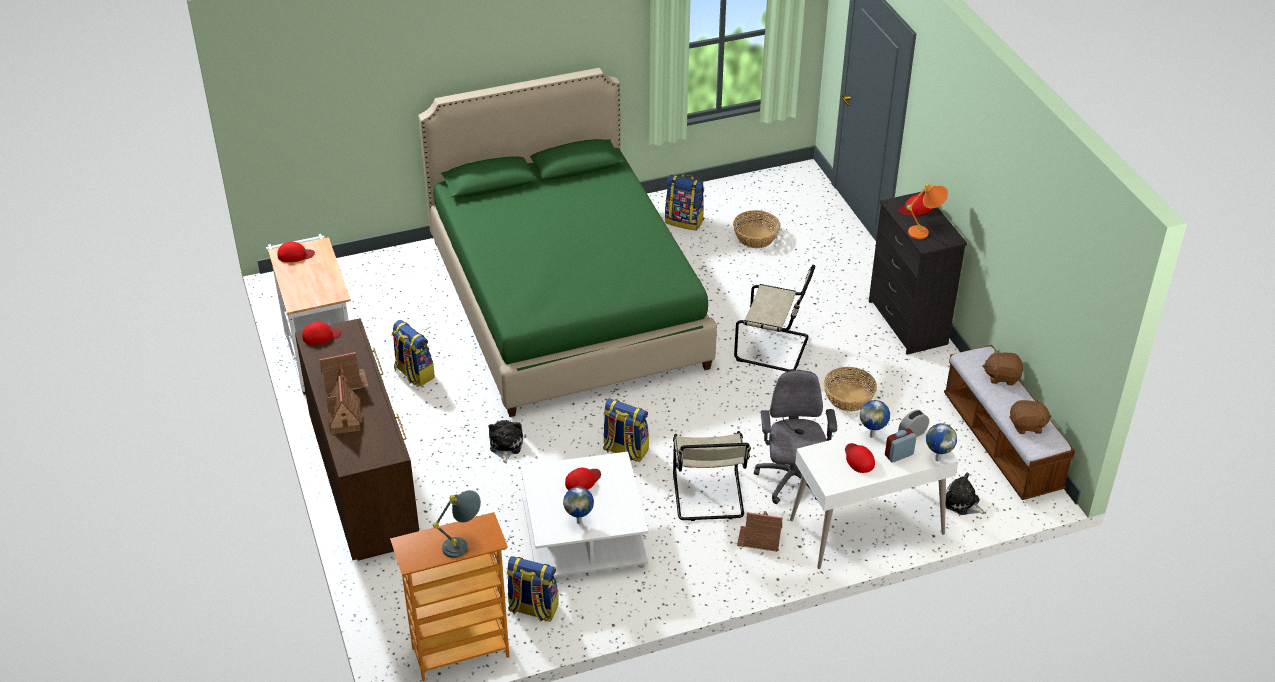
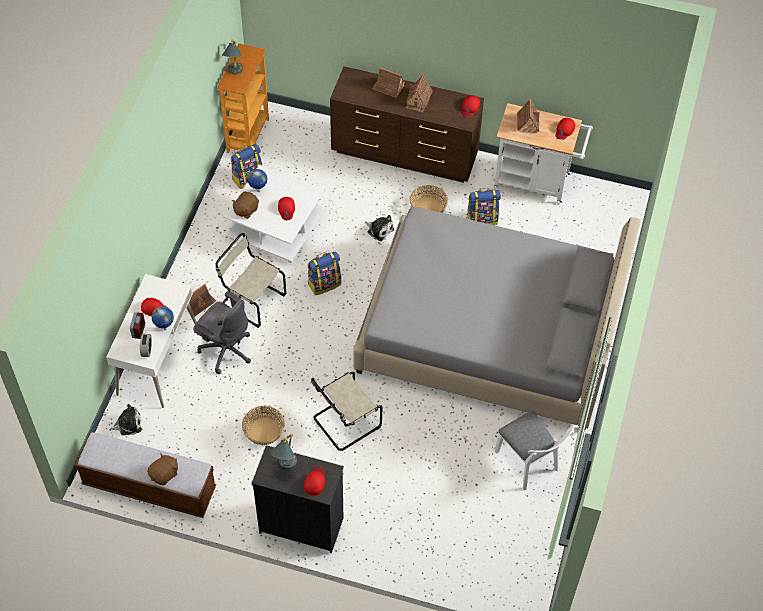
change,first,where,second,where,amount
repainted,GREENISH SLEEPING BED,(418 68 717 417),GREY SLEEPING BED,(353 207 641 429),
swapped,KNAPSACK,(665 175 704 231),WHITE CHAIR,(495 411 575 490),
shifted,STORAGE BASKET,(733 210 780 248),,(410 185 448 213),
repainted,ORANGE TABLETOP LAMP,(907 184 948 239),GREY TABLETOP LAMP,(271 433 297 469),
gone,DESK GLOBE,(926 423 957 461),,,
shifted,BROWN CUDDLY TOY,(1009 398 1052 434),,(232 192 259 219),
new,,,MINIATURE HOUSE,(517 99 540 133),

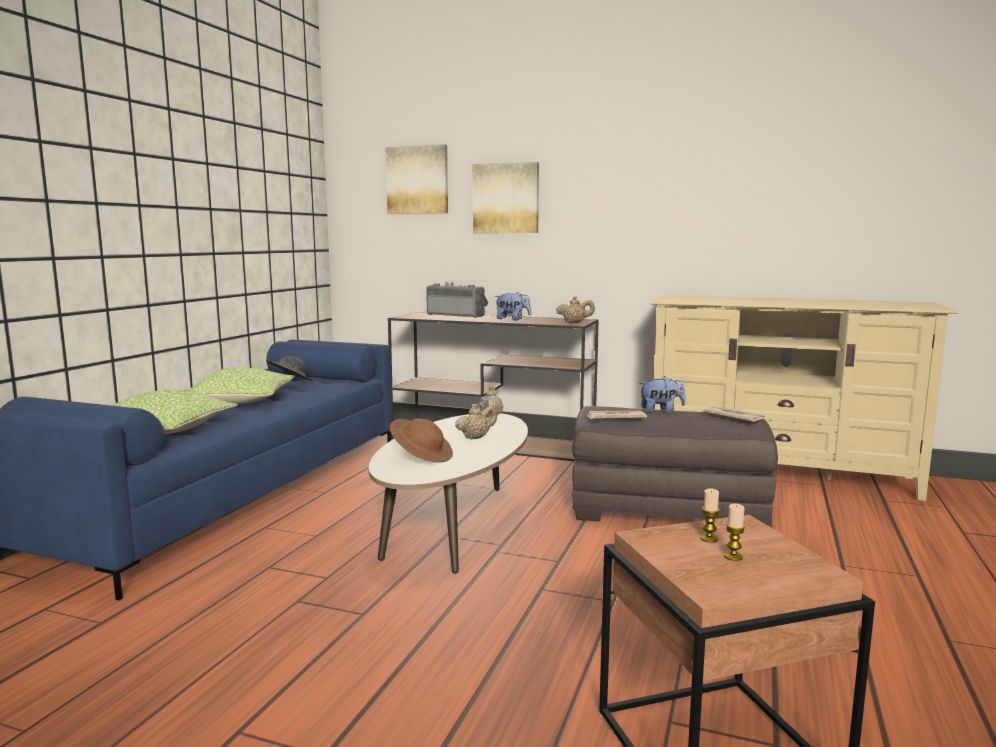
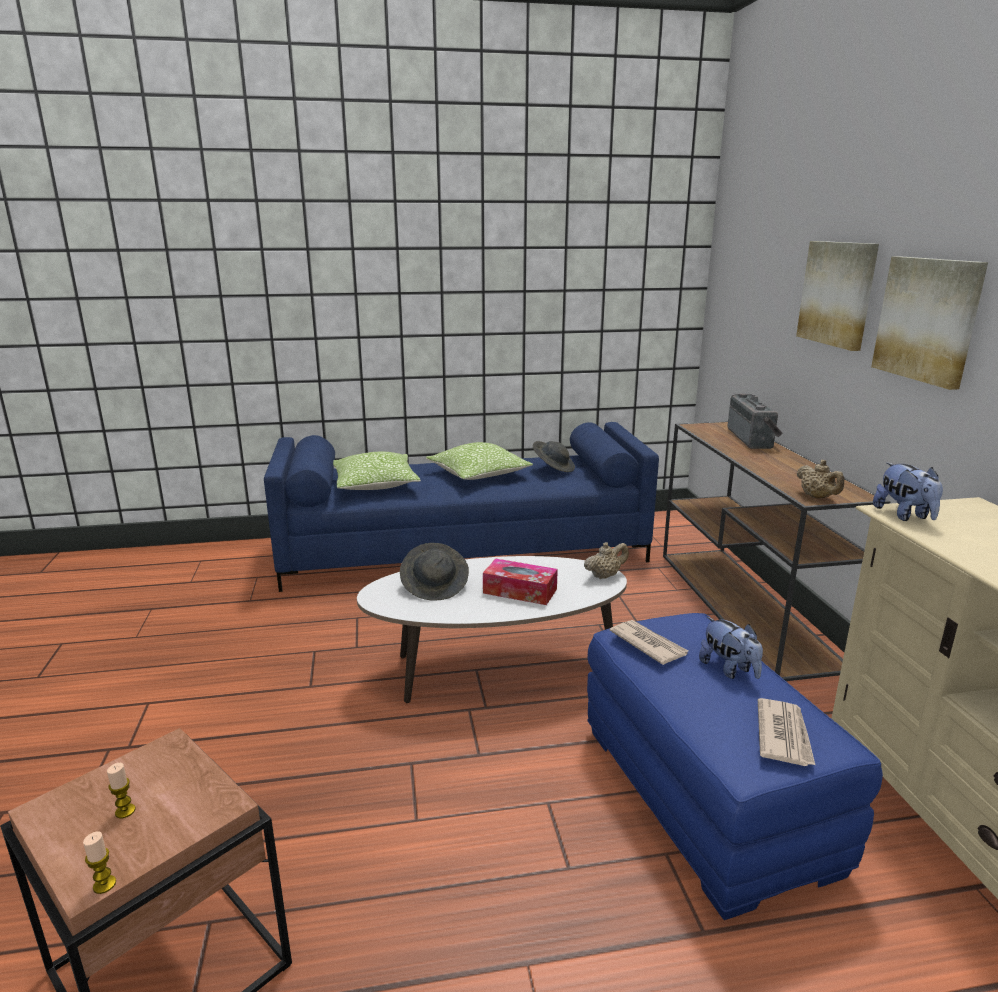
change,first,where,second,where,amount
shifted,WALL PICTURE,(385 144 448 214),,(871 256 988 390),
repainted,BROWN CLOTHING HAT,(390 419 453 463),GREY CLOTHING HAT,(400 543 469 601),
swapped,SAND-COLOURED POT FOR TEA,(455 404 497 440),TISSUE HOLDER,(483 559 558 605),
shifted,CUDDLY TOY,(495 292 531 320),,(873 463 943 521),
repainted,GREY POUFFE,(572 406 778 525),BLUE-COLOURED POUFFE,(587 613 883 920),
shifted,CANDLE,(700 488 720 543),,(83 831 116 894),

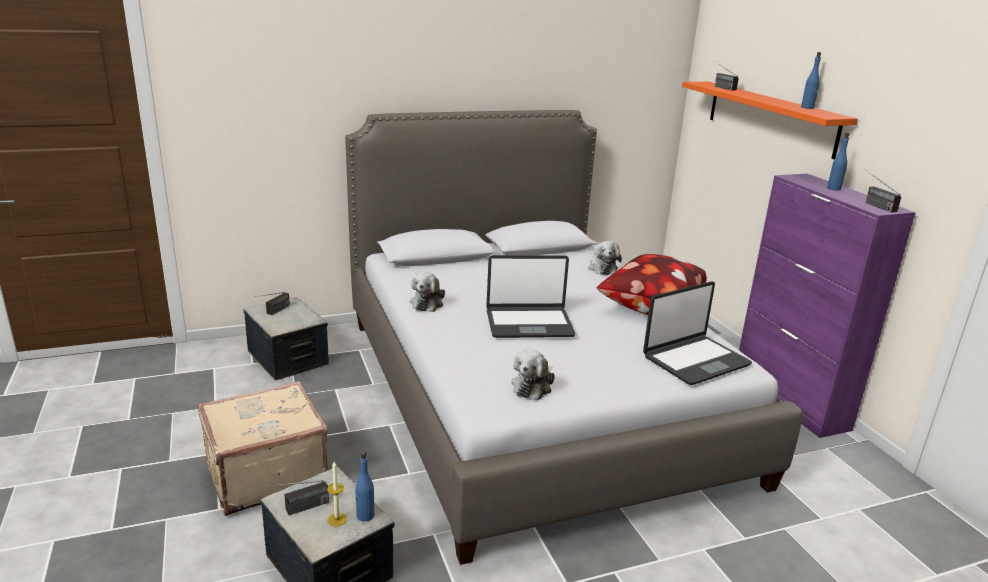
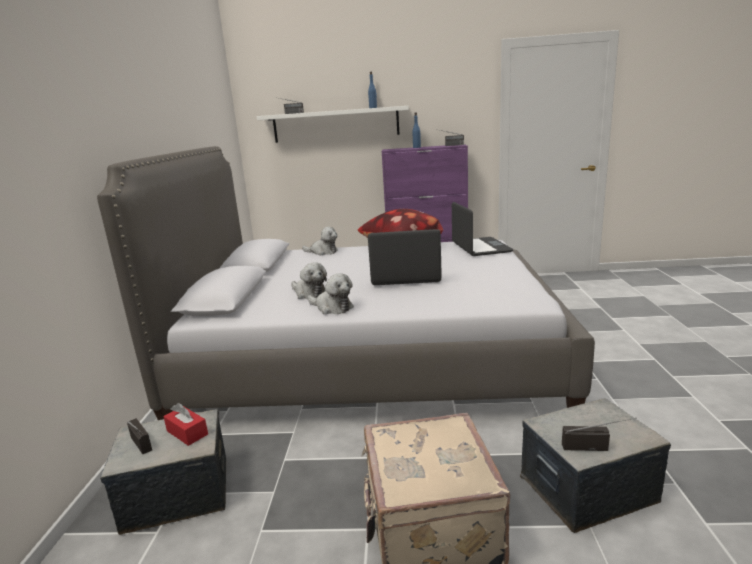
change,first,where,second,where,amount
rotated,RADIO RECEIVER,(260 480 329 515),,(562 418 637 451),75 degrees counterclockwise
gone,CANDLE,(327 461 347 527),,,
gone,BLUE-COLOURED DRINK BOTTLE,(355 451 375 521),,,
rotated,PORTABLE COMPUTER,(486 255 575 338),,(368 229 442 285),105 degrees counterclockwise
shifted,CUDDLY TOY,(511 350 555 400),,(291 262 327 299),
repainted,ORANGE BRACKET SHELF,(682 82 858 159),WHITE BRACKET SHELF,(257 106 409 143),
new,,,RED-COLOURED TISSUE HOLDER,(163 403 208 446),

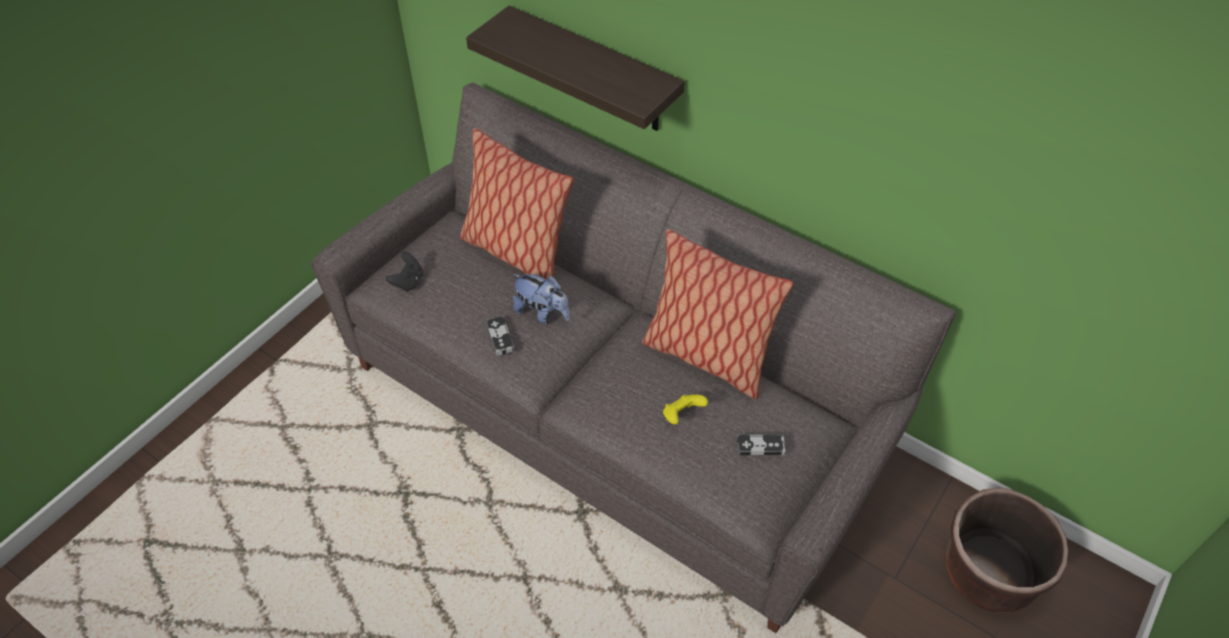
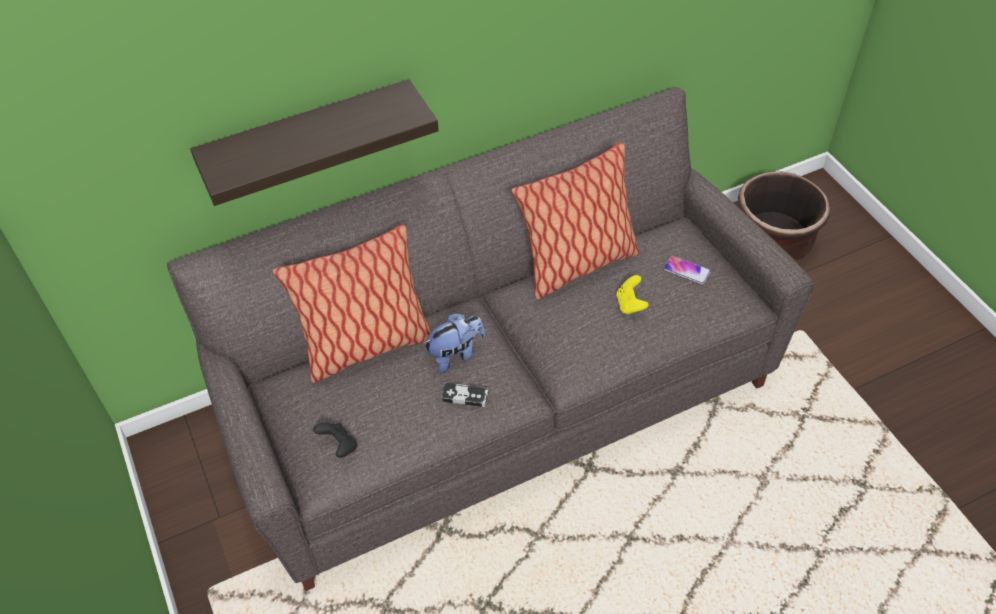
change,first,where,second,where,amount
swapped,JOYPAD,(737 434 786 456),HANDSET,(663 256 711 284),

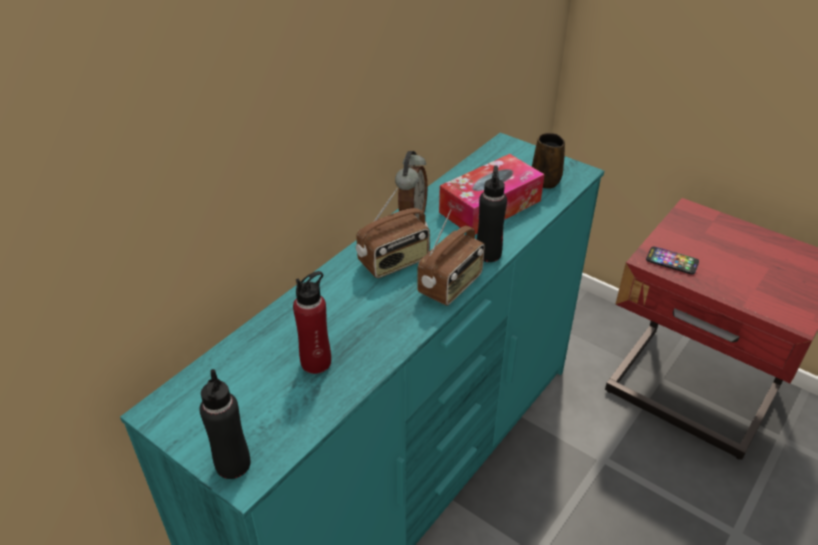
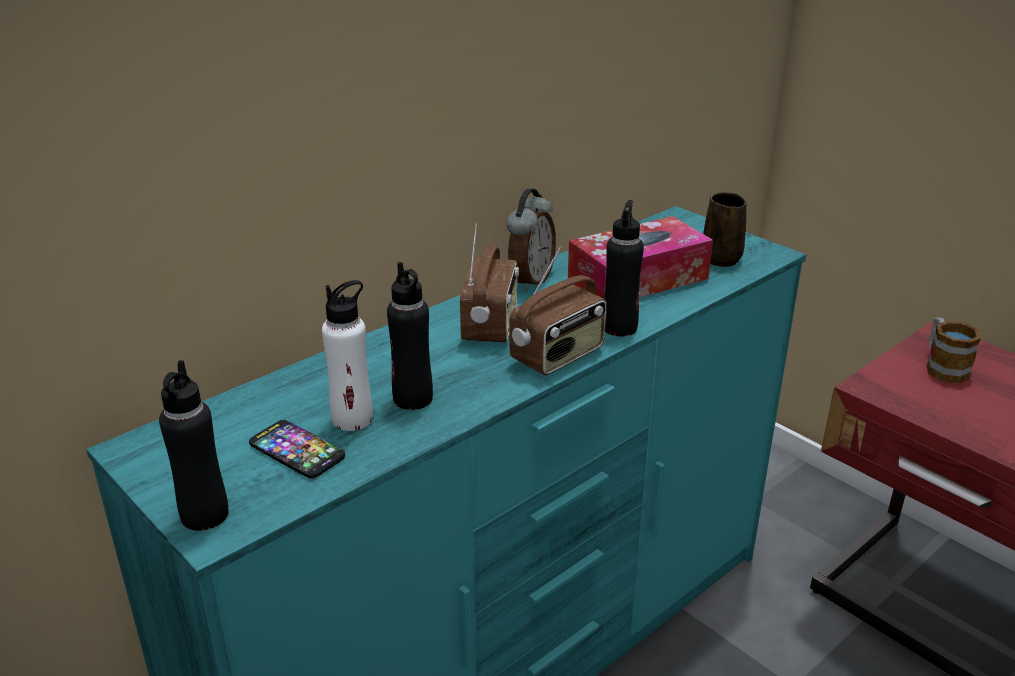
change,first,where,second,where,amount
repainted,RED-COLOURED DRINK BOTTLE,(293 271 331 374),WHITE DRINK BOTTLE,(322 280 373 431),
rotated,RADIO RECEIVER,(356 188 430 278),,(460 222 519 342),60 degrees counterclockwise
shifted,HANDSET,(646 246 699 275),,(249 420 345 479),
new,,,BLACKISH DRINK BOTTLE,(387 262 433 410),
new,,,TEA MUG,(926 317 981 383),

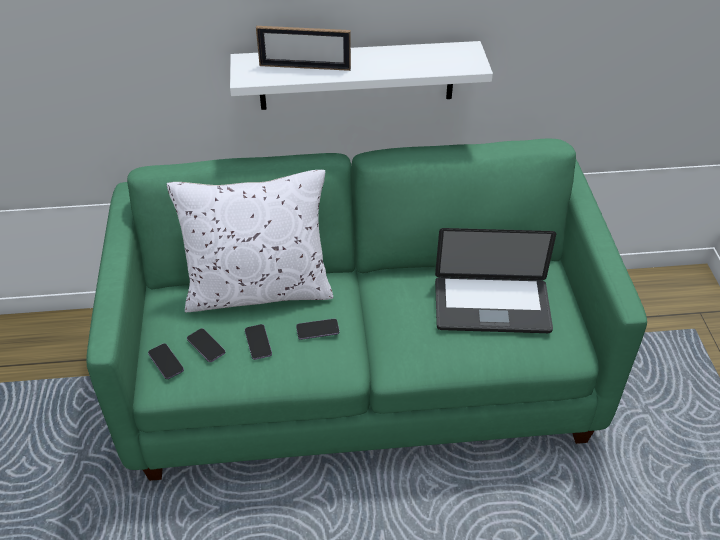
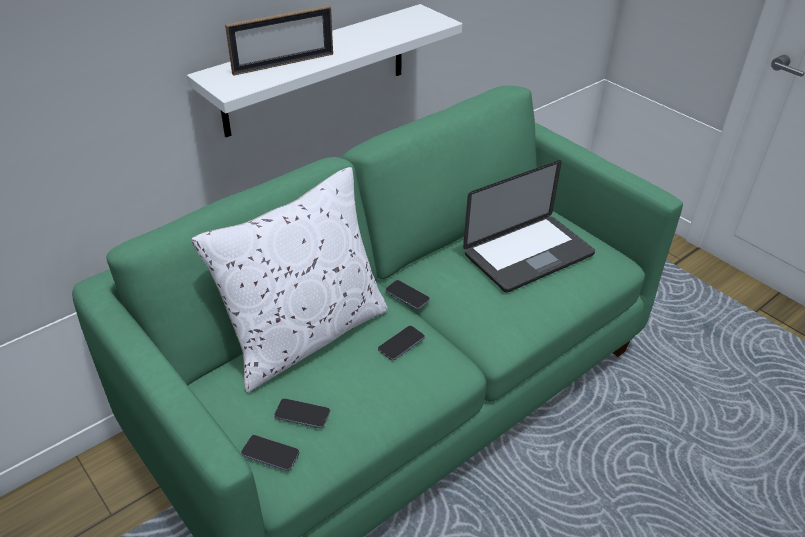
change,first,where,second,where,amount
shifted,HANDSET,(245 324 272 360),,(385 280 430 309),

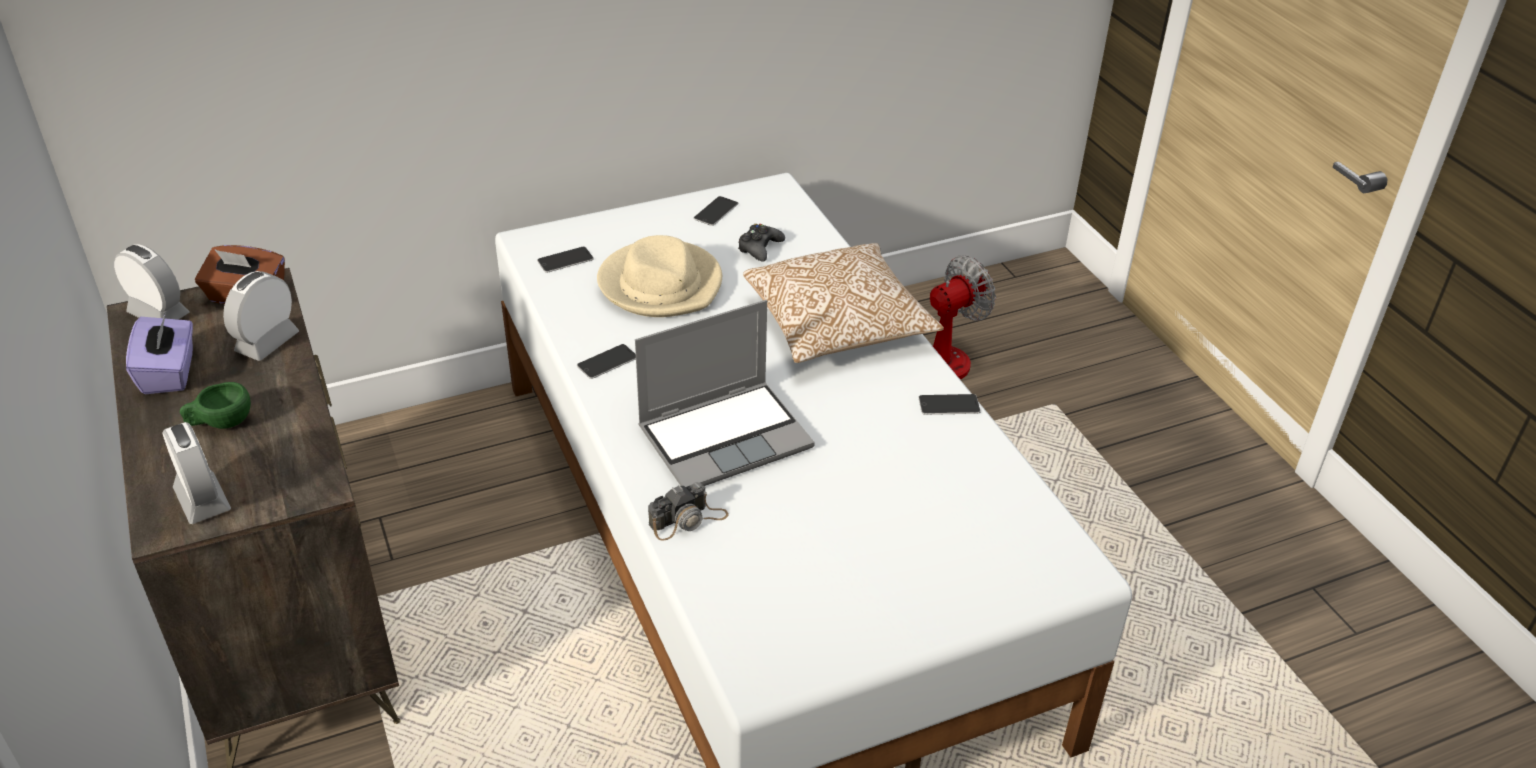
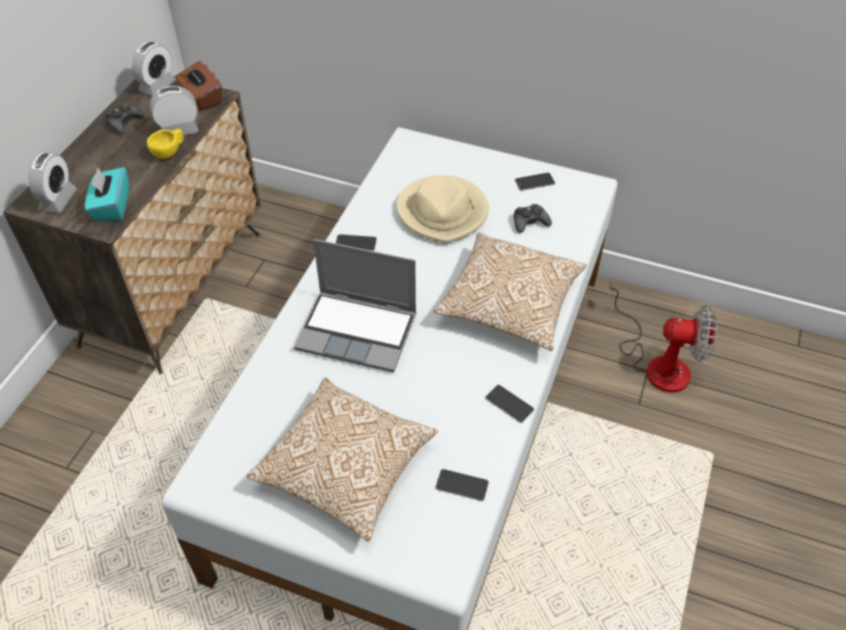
change,first,where,second,where,amount
rotated,BEDSIDE CLOCK,(114 244 190 320),,(132 41 176 96),45 degrees clockwise
swapped,PURPLE-COLOURED TISSUE HOLDER,(126 312 193 394),BLACKISH JOYPAD,(105 104 145 134),
gone,GREENISH SMALL CUP,(180 382 251 429),,,
shifted,HANDSET,(537 246 594 273),,(435 469 489 501),
gone,PHOTO CAMERA,(648 482 729 541),,,
new,,,BLUE-GREEN TISSUE HOLDER,(85 167 129 222),
new,,,YELLOWISH SMALL CUP,(147 129 184 159),
new,,,THROW PILLOW,(247 378 438 542),

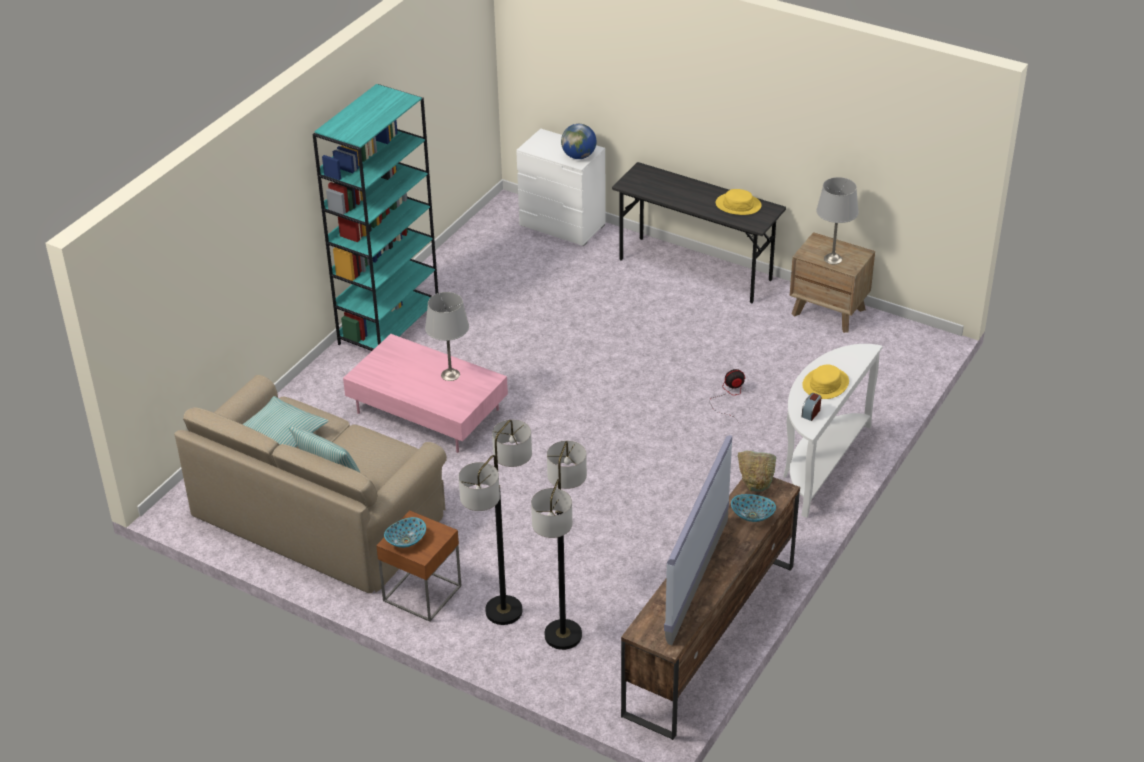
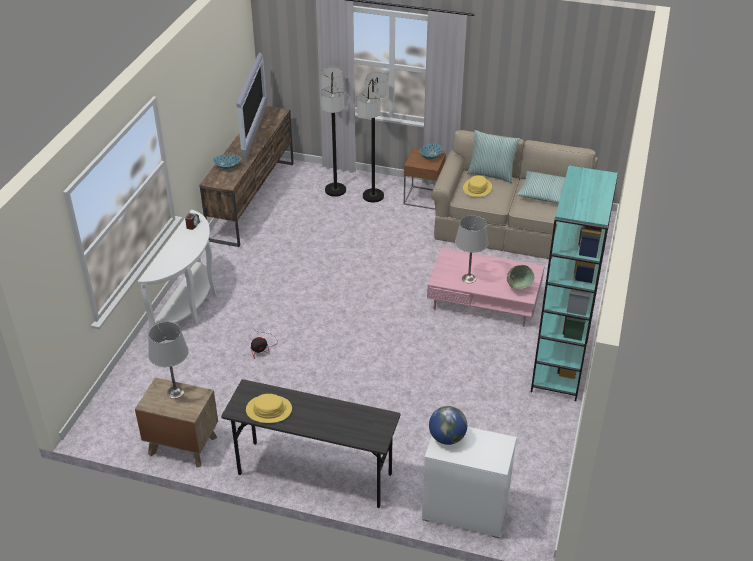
change,first,where,second,where,amount
shifted,GREENISH BOWL,(738 450 776 492),,(507 265 534 289),
shifted,YELLOWISH CLOTHING HAT,(802 365 849 399),,(463 175 492 197),

